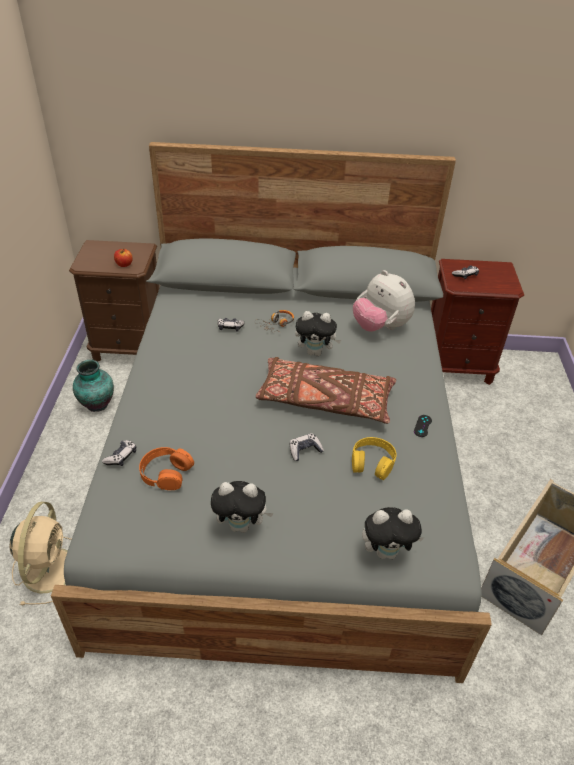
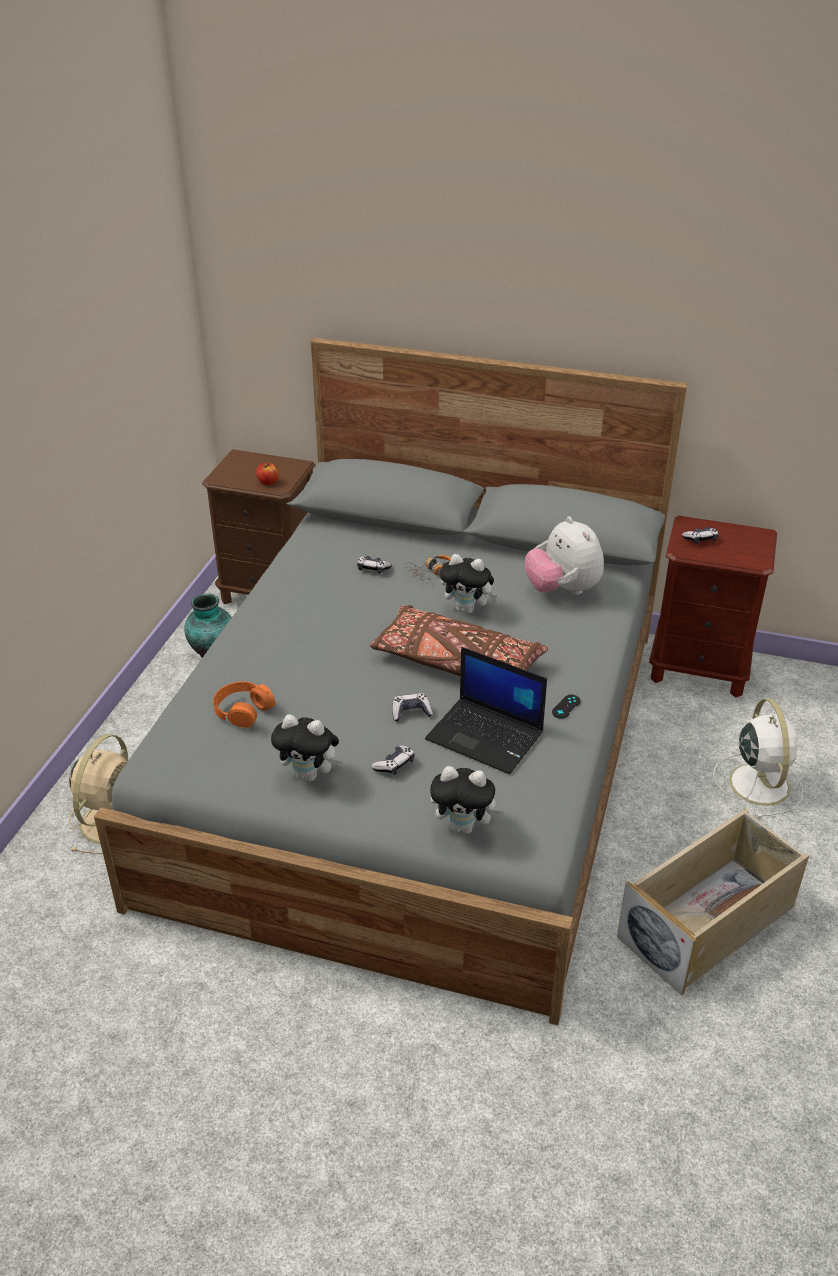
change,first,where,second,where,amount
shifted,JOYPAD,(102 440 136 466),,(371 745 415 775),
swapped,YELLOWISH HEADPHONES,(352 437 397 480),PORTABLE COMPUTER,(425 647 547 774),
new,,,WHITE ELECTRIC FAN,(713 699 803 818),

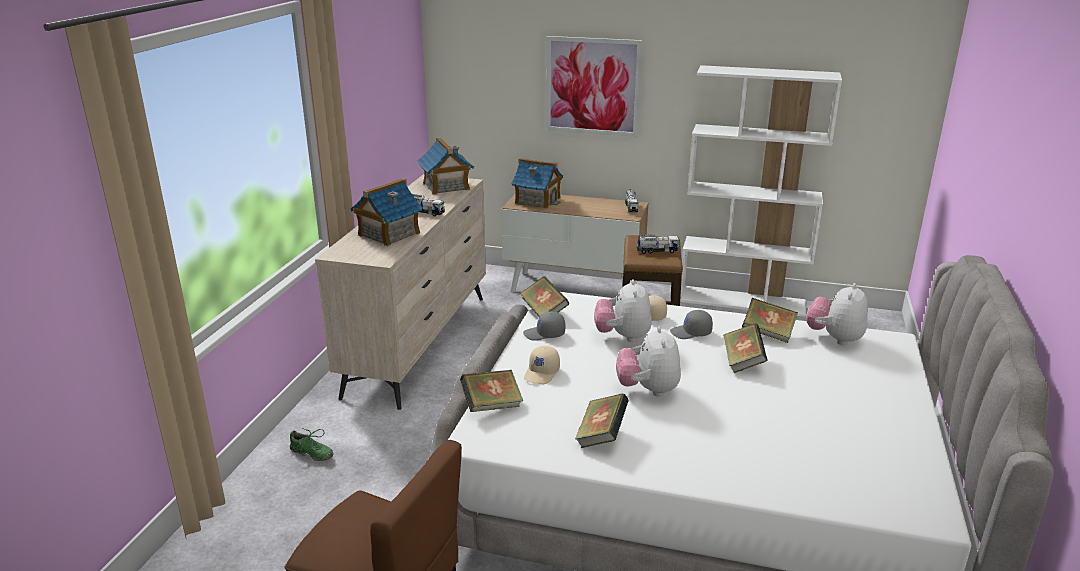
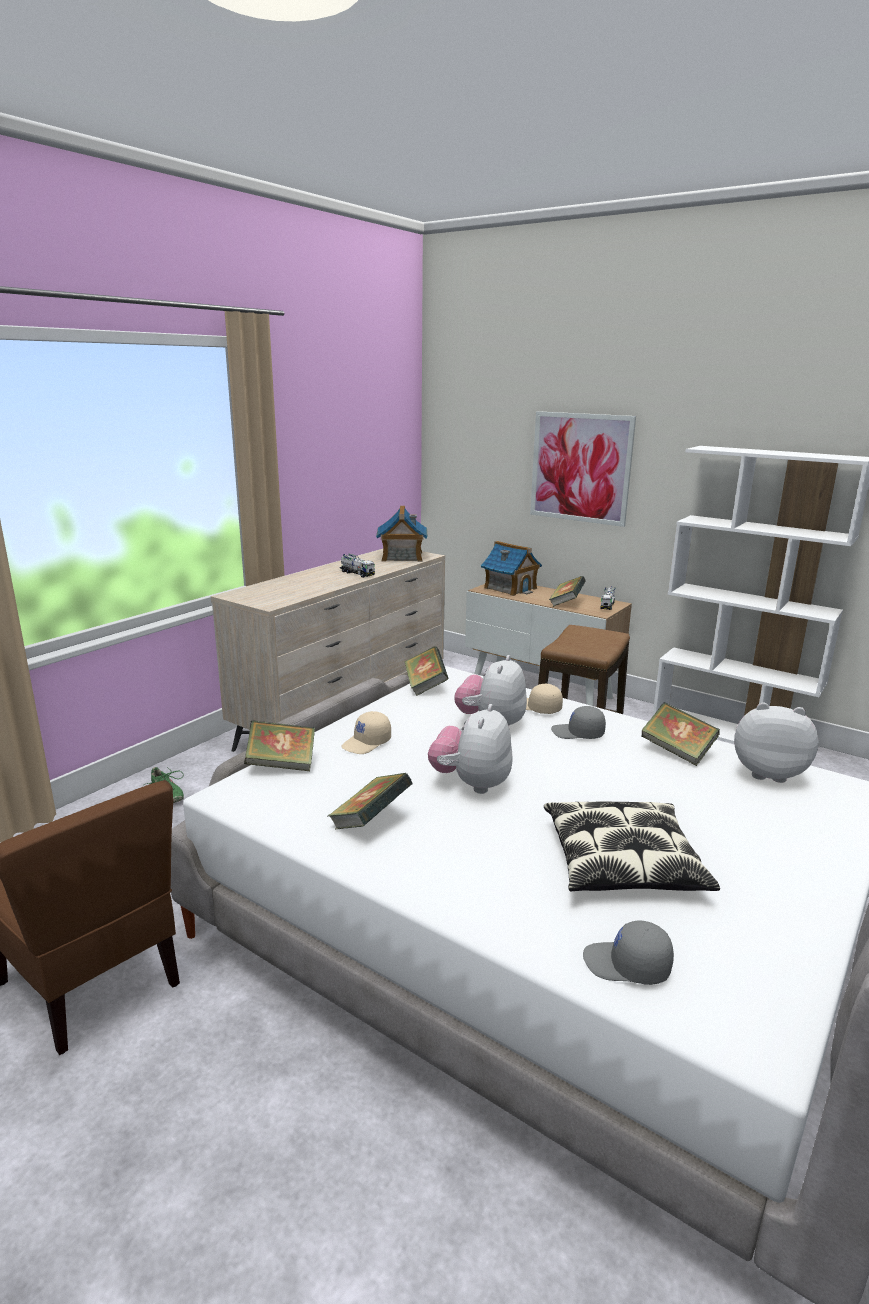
change,first,where,second,where,amount
gone,MINIATURE HOUSE,(350 178 423 246),,,
shifted,GREY BASEBALL CAP,(523 311 566 341),,(583 920 674 985),
gone,MODEL TRUCK,(636 234 679 254),,,
shifted,VOLUME,(723 323 767 373),,(549 576 586 606),
rotated,CUDDLY TOY,(806 283 868 346),,(734 702 818 783),60 degrees clockwise
new,,,THROW PILLOW,(544 802 720 891),

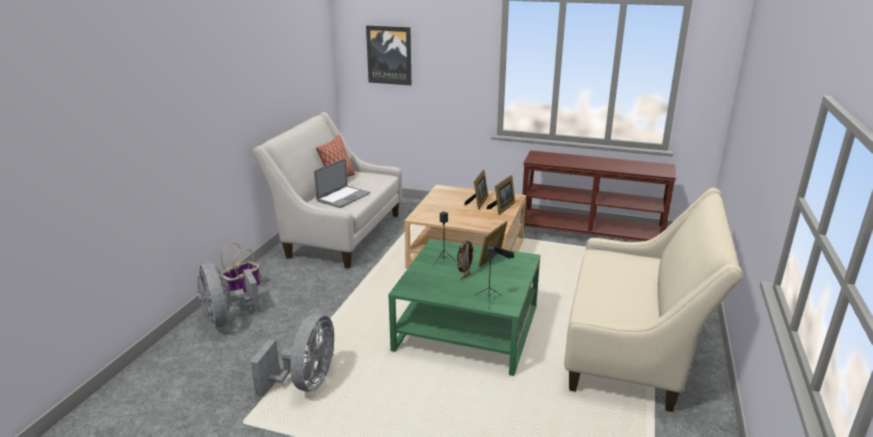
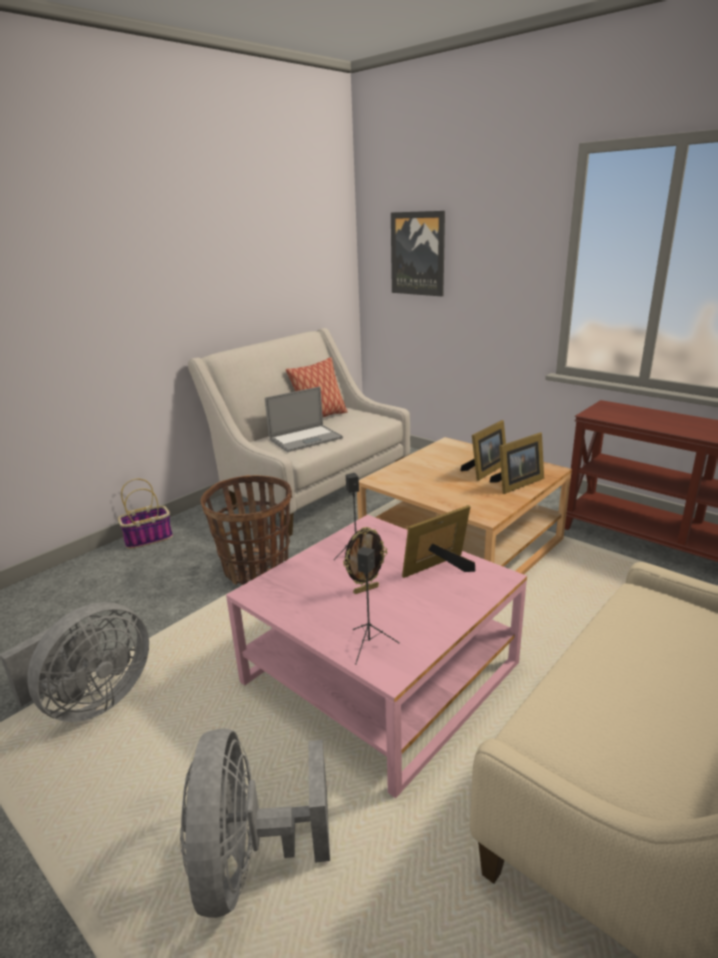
change,first,where,second,where,amount
shifted,GREY ELECTRIC FAN,(197 262 261 328),,(180 728 330 918),
repainted,GREENISH LOW TABLE,(388 239 541 376),PINK-COLOURED LOW TABLE,(226 515 527 798),
new,,,STORAGE BASKET,(201 475 292 585),

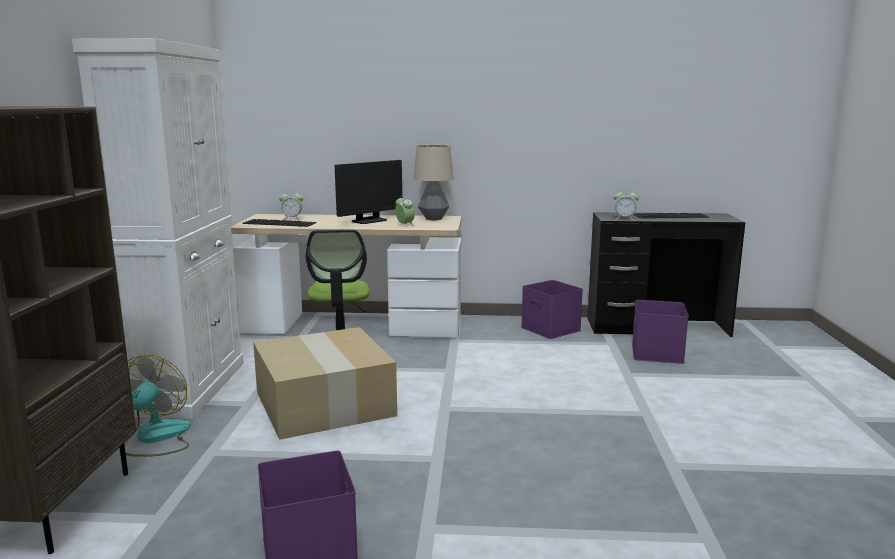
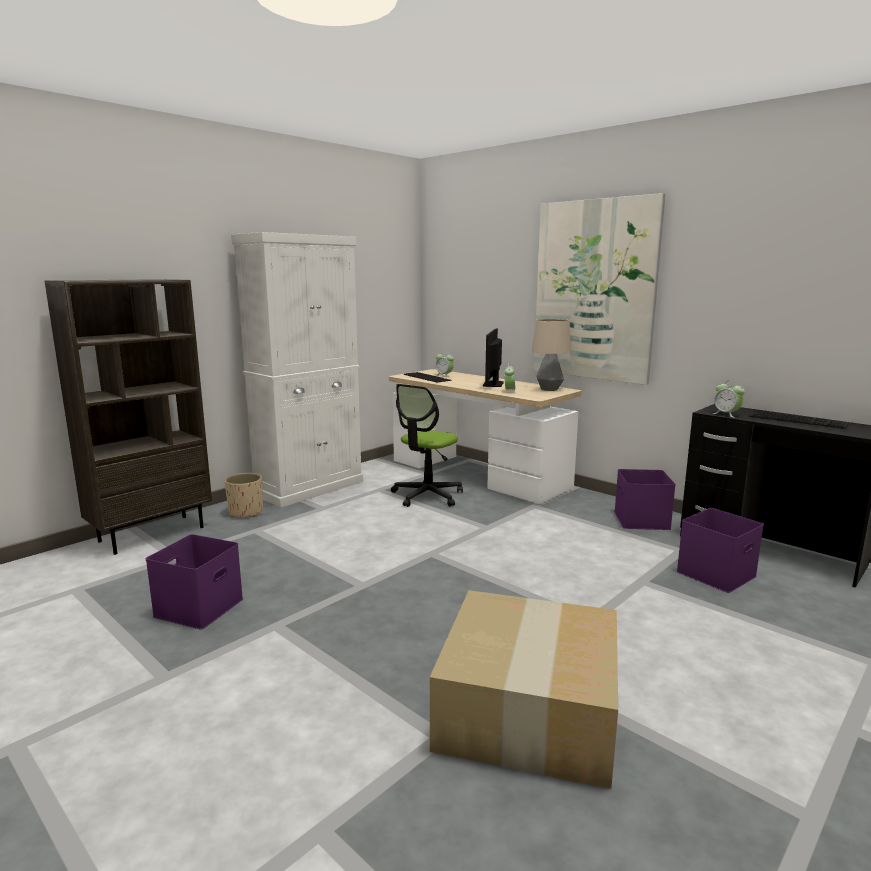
change,first,where,second,where,amount
swapped,ELECTRIC FAN,(125 355 191 457),SAND-COLOURED PLANT POT,(224 473 263 518),
shifted,PACKING BOX,(253 327 397 440),,(430 590 618 789),
rotated,MONITOR,(335 160 402 224),,(483 328 504 387),105 degrees clockwise
new,,,WALL PICTURE,(534 193 666 385),

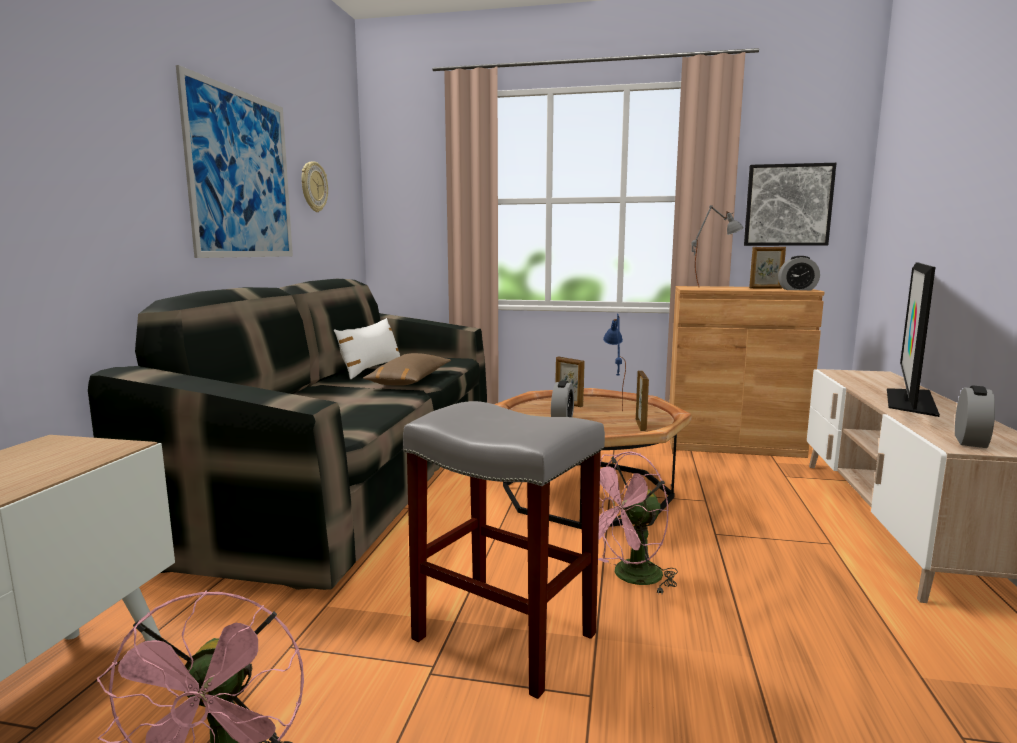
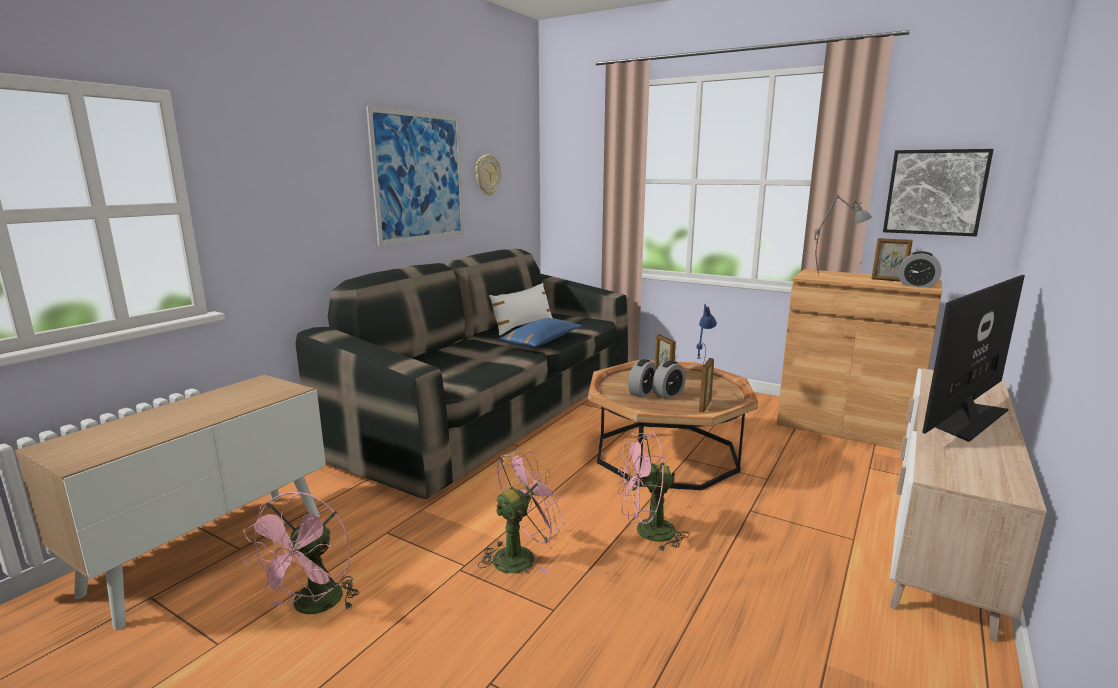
change,first,where,second,where,amount
repainted,BROWN THROW PILLOW,(363 353 451 386),BLUE-COLOURED THROW PILLOW,(499 318 582 347),
swapped,GREY SITTING STOOL,(403 401 605 699),PINK-COLOURED ELECTRIC FAN,(478 450 566 574),
shifted,BEDSIDE CLOCK,(955 386 995 448),,(652 361 686 399),

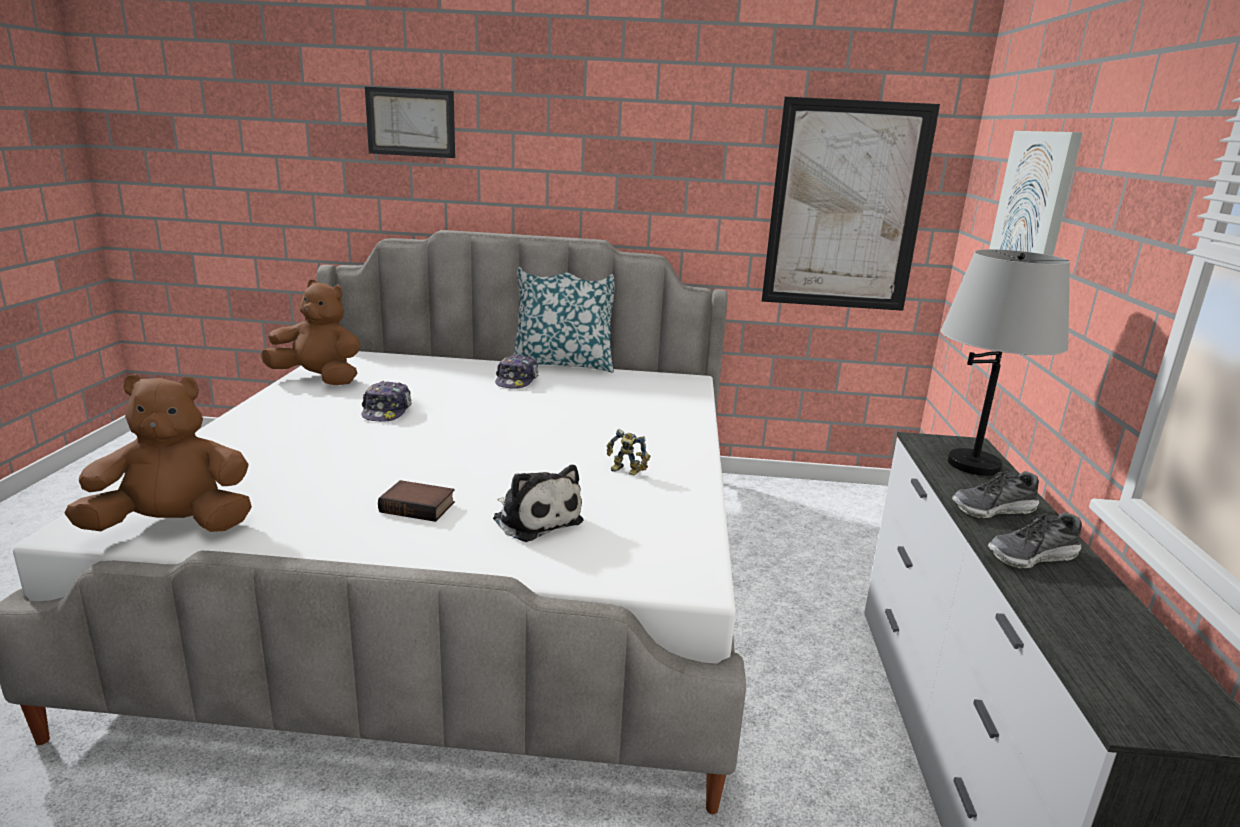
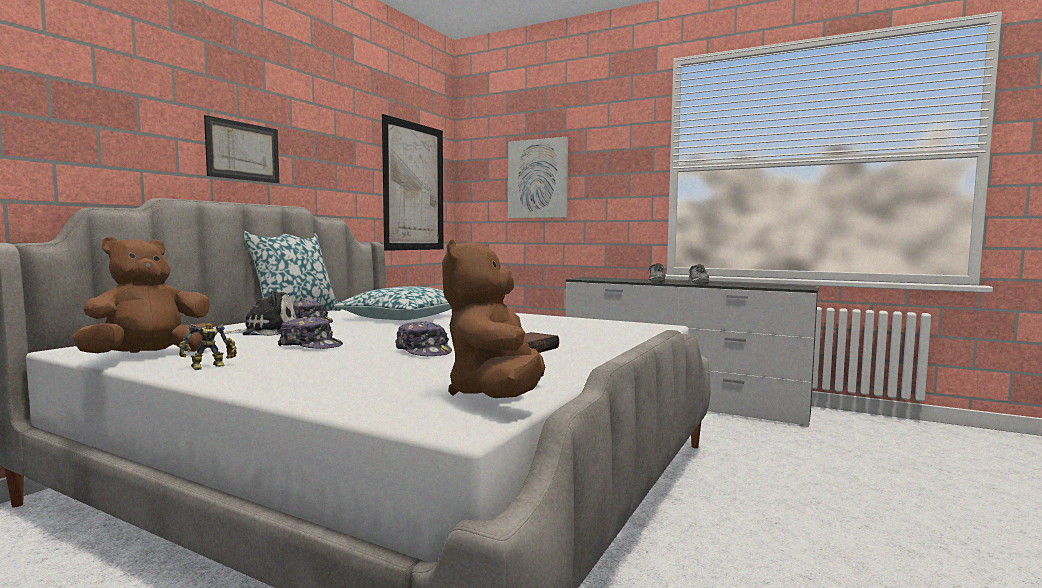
change,first,where,second,where,amount
shifted,WALL PICTURE,(365 87 455 158),,(204 115 279 183),
shifted,CUDDLY TOY,(493 465 584 542),,(224 291 296 336),
shifted,MODEL ROBOT,(607 429 650 475),,(179 323 237 370),
gone,GREY TABLETOP LAMP,(941 249 1070 476),,,
new,,,THROW PILLOW,(334 286 452 320),
new,,,BASEBALL CAP,(395 320 452 356),

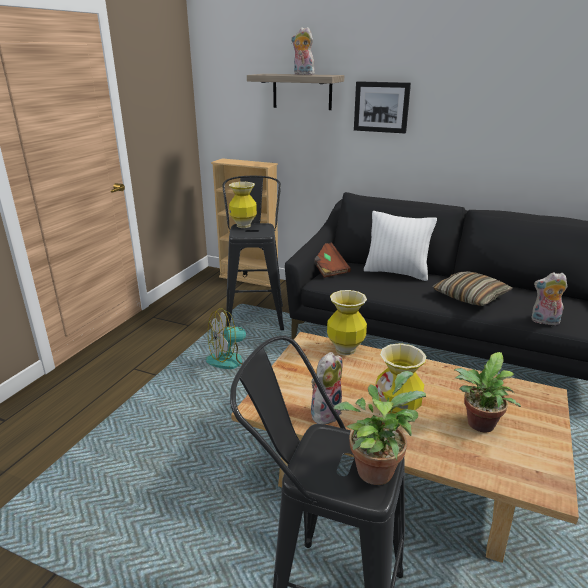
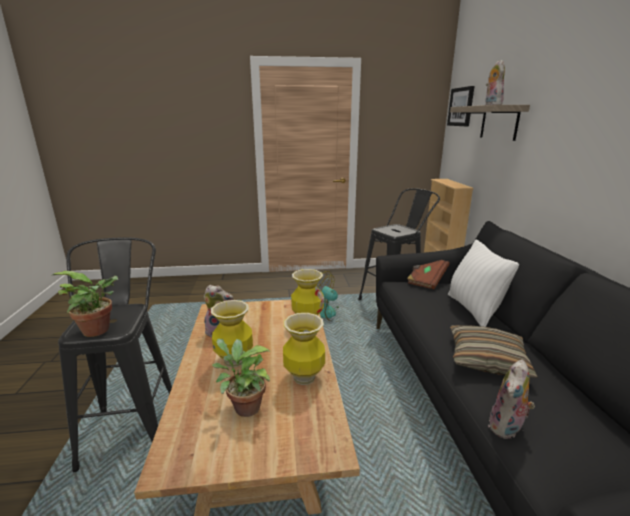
change,first,where,second,where,amount
shifted,DECORATIVE VASE,(229 182 257 228),,(283 313 325 385),
shifted,WALL PICTURE,(354 81 411 133),,(447 86 474 126),
rotated,CUDDLY TOY,(531 272 568 325),,(488 360 535 439),120 degrees counterclockwise

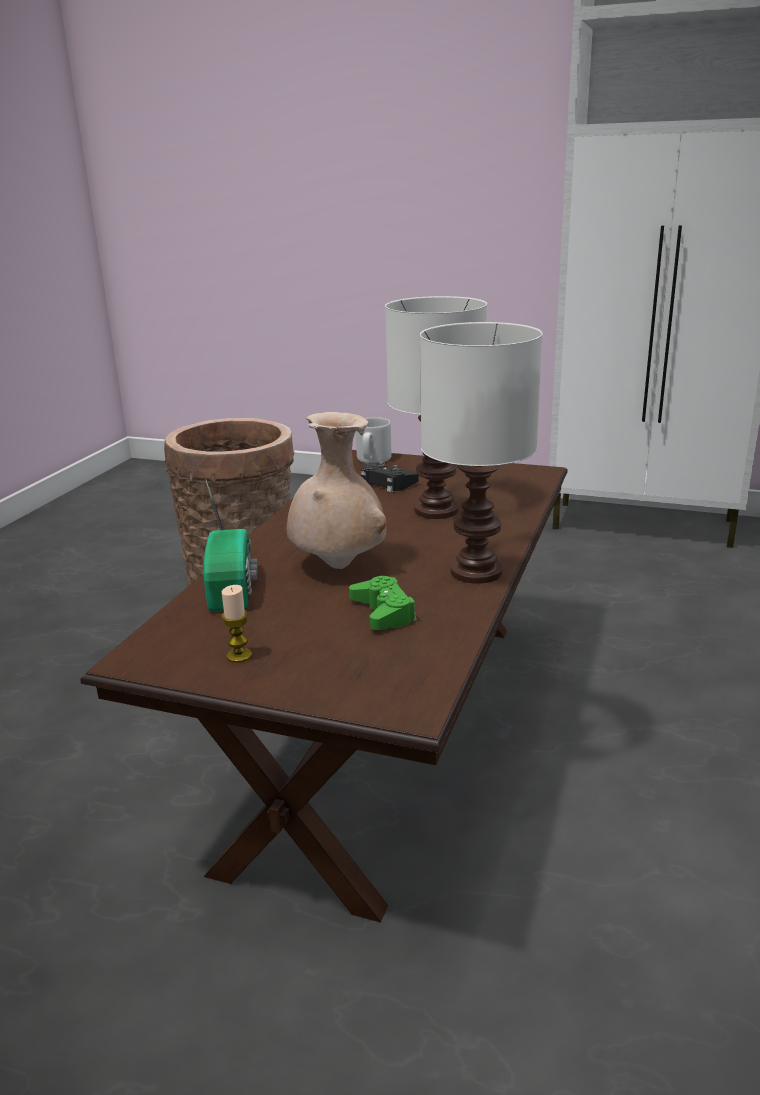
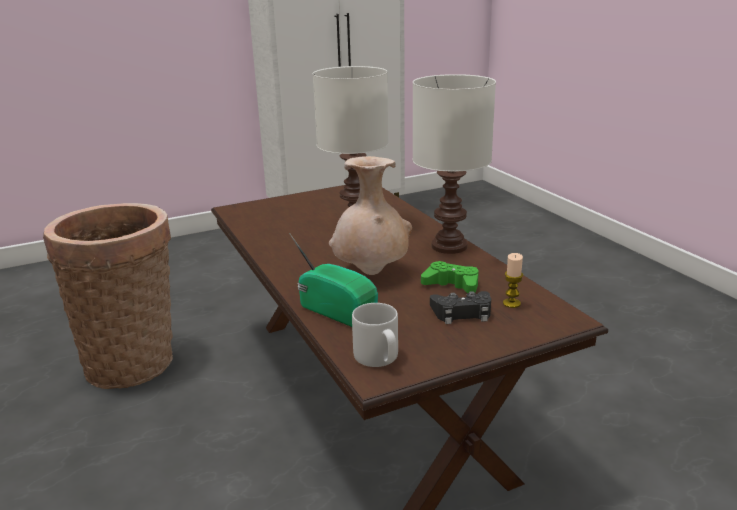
change,first,where,second,where,amount
shifted,CANDLE,(222 585 252 663),,(503 253 523 308),
shifted,GREY TEA MUG,(356 417 392 463),,(352 303 398 367),
shifted,BLACKISH JOYPAD,(361 462 419 493),,(430 291 491 324),

